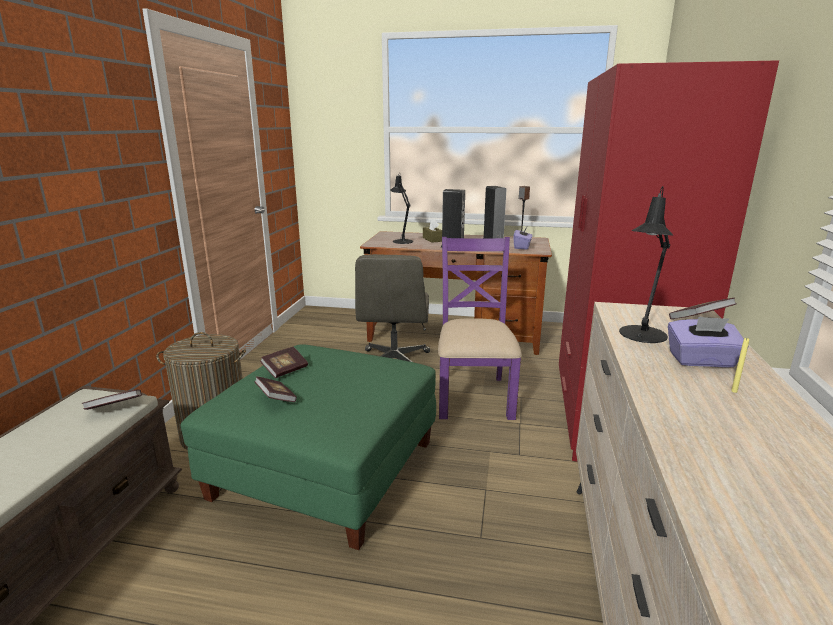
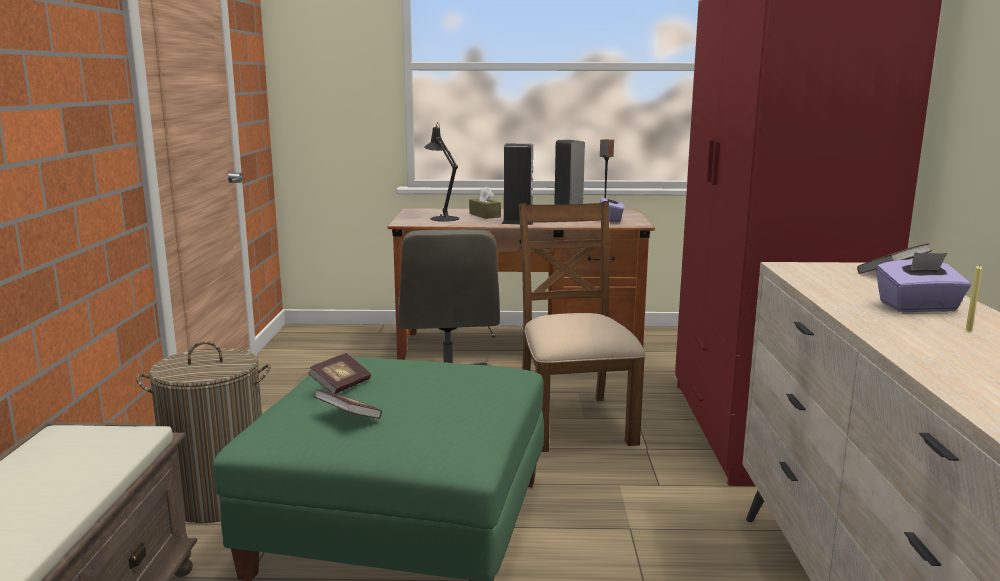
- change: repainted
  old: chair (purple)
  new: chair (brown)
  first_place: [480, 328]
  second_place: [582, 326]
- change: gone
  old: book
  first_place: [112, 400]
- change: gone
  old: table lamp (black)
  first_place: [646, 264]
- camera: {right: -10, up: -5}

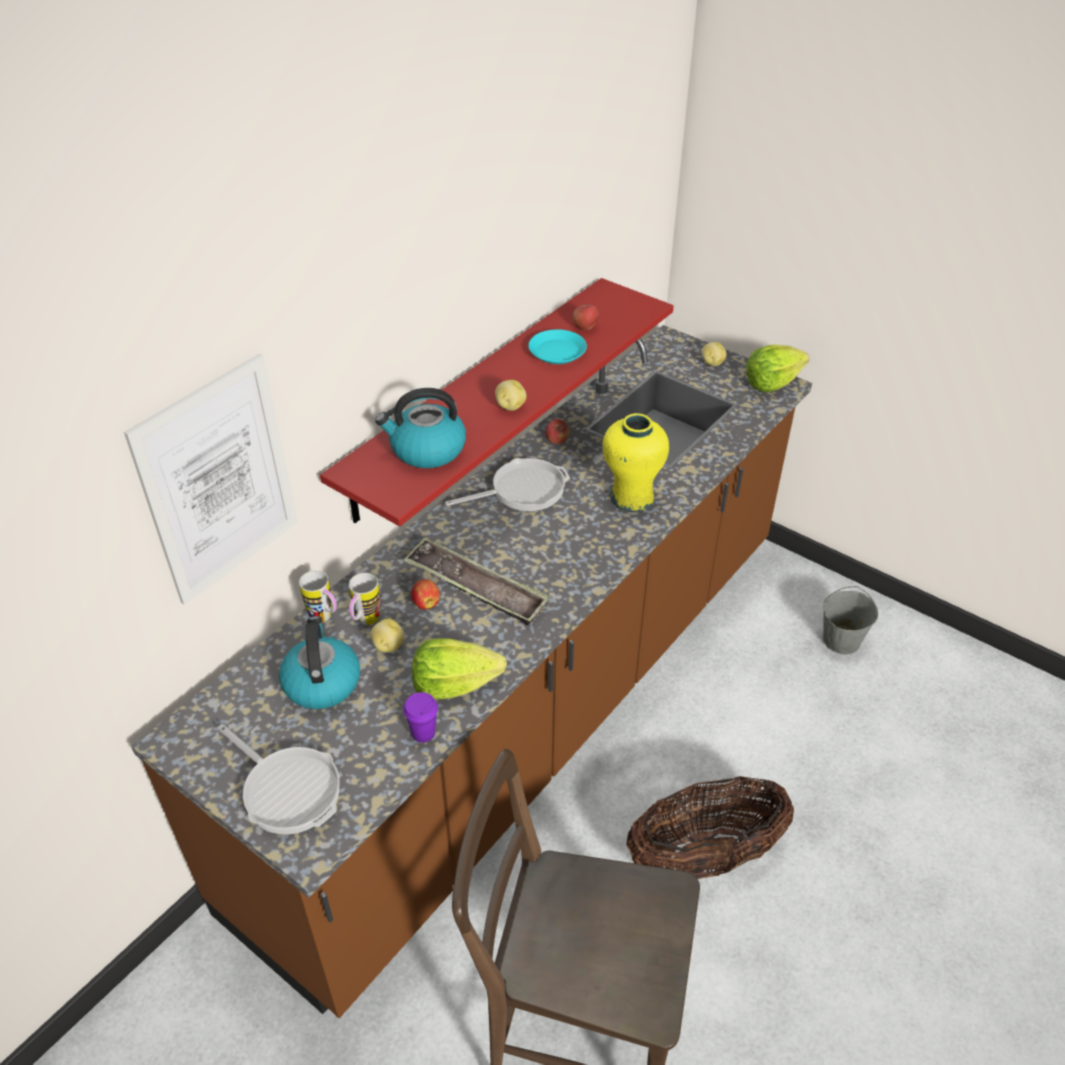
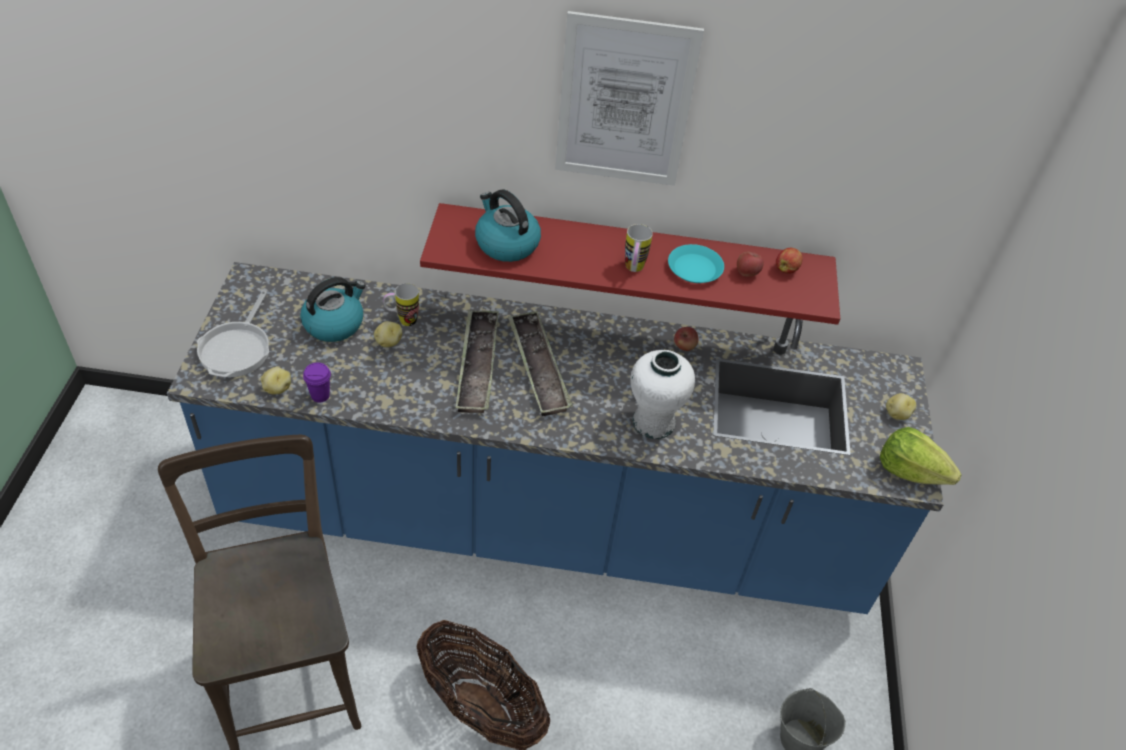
- change: repainted
  old: counter (brown)
  new: counter (blue)
  first_place: [471, 671]
  second_place: [555, 438]
- change: shifted
  old: potato
  first_place: [510, 395]
  second_place: [276, 380]
- change: new
  new: tray
  second_place: [540, 363]
- change: shifted
  old: picture
  first_place: [211, 479]
  second_place: [629, 98]
- change: shifted
  old: mug
  first_place: [318, 596]
  second_place: [639, 248]
- change: repainted
  old: vase (yellow)
  new: vase (white)
  first_place: [636, 462]
  second_place: [662, 394]
- change: shifted
  old: apple
  first_place: [425, 594]
  second_place: [789, 261]
- change: gone
  old: lettuce
  first_place: [459, 669]
- change: gone
  old: frying pan
  first_place: [507, 484]
- camera: {right: 55, up: 5}

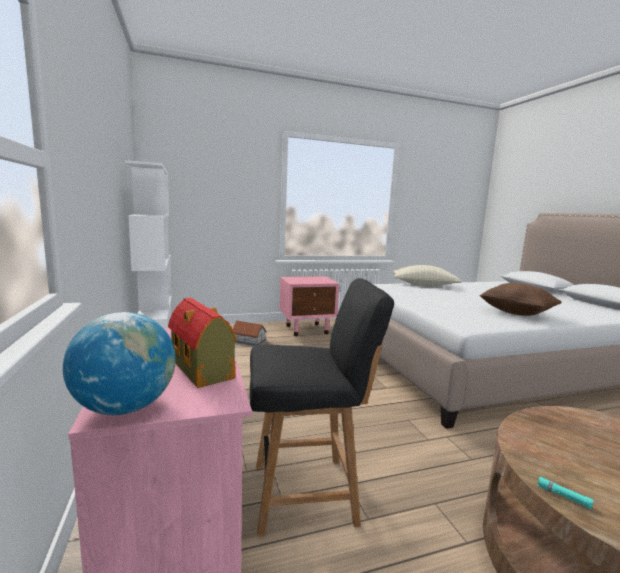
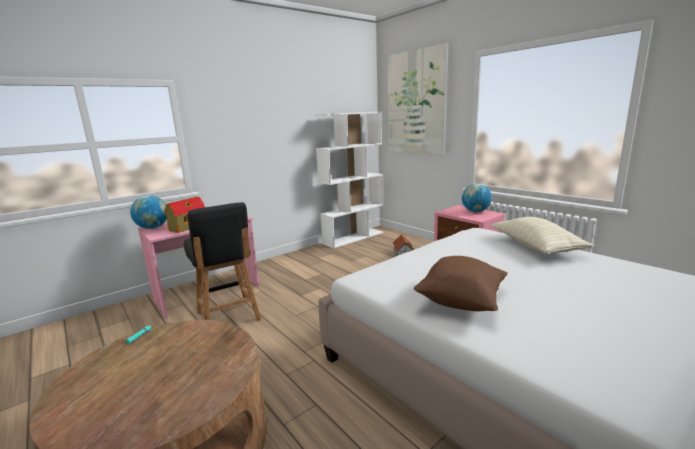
- change: new
  new: picture
  second_place: [417, 99]
- change: new
  new: globe
  second_place: [477, 198]
- camera: {right: 70, up: 5}

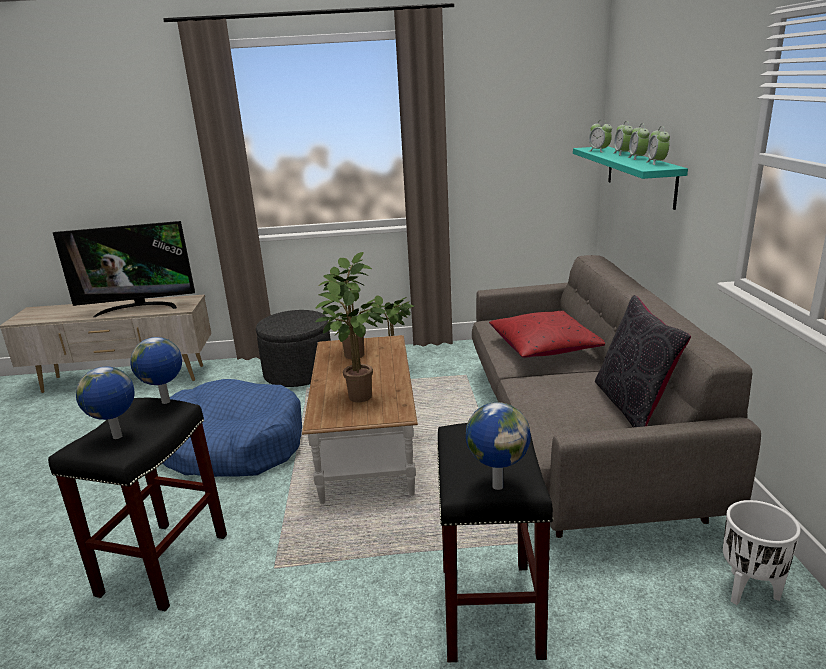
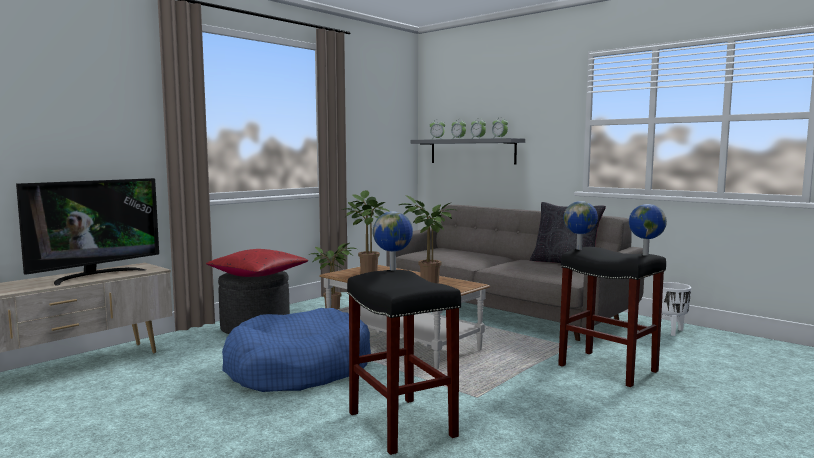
- change: shifted
  old: pillow (red)
  first_place: [547, 334]
  second_place: [257, 263]
- change: repainted
  old: shelf (turquoise)
  new: shelf (grey)
  first_place: [630, 178]
  second_place: [468, 151]
- change: shifted
  old: globe
  first_place: [105, 402]
  second_place: [580, 225]
- camera: {right: -45, up: -15}

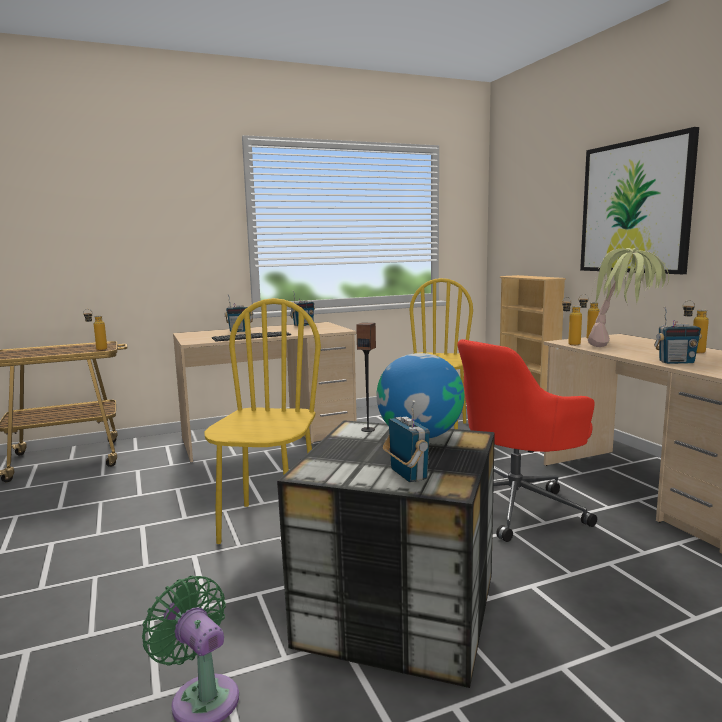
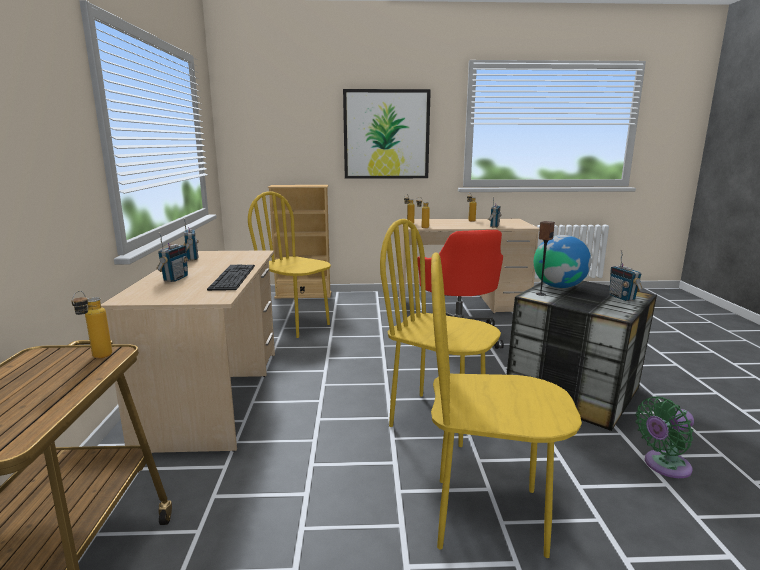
- change: new
  new: chair (yellow)
  second_place: [506, 405]
- change: rotated
  old: radio
  first_place: [406, 441]
  second_place: [626, 275]
  degrees: -105
- change: gone
  old: potted plant
  first_place: [628, 297]
- camera: {right: -70, up: 5}

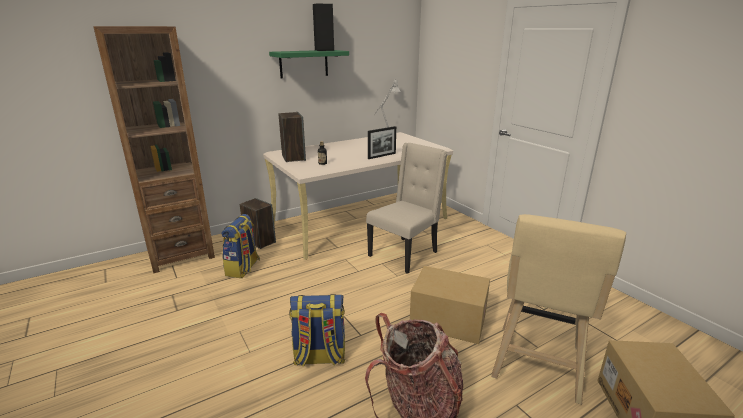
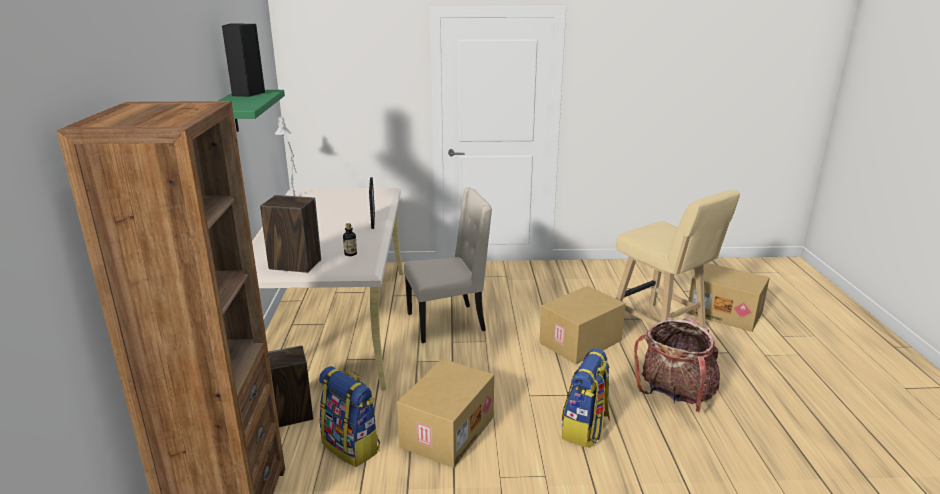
- change: new
  new: cardboard box
  second_place: [445, 413]
- change: rotated
  old: chair (beige)
  first_place: [406, 208]
  second_place: [448, 265]
  degrees: 90
- camera: {right: -60, up: 0}

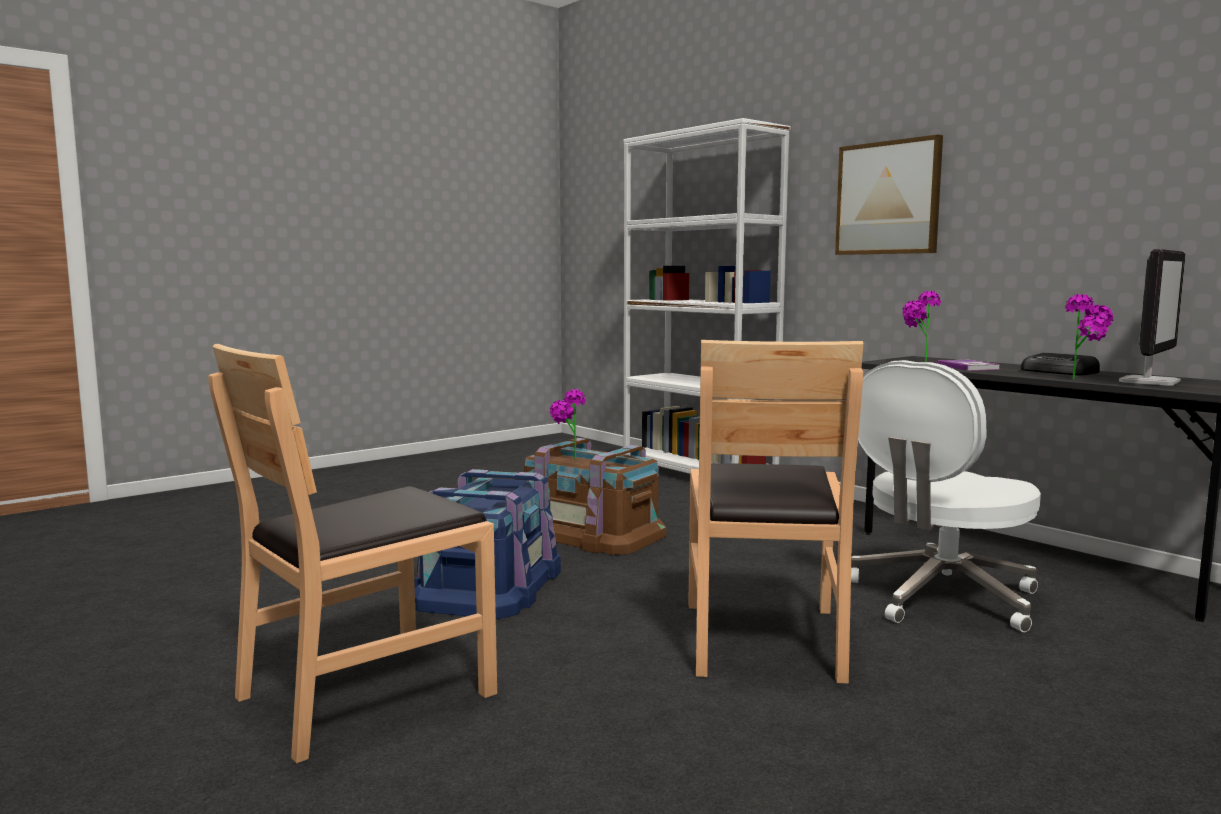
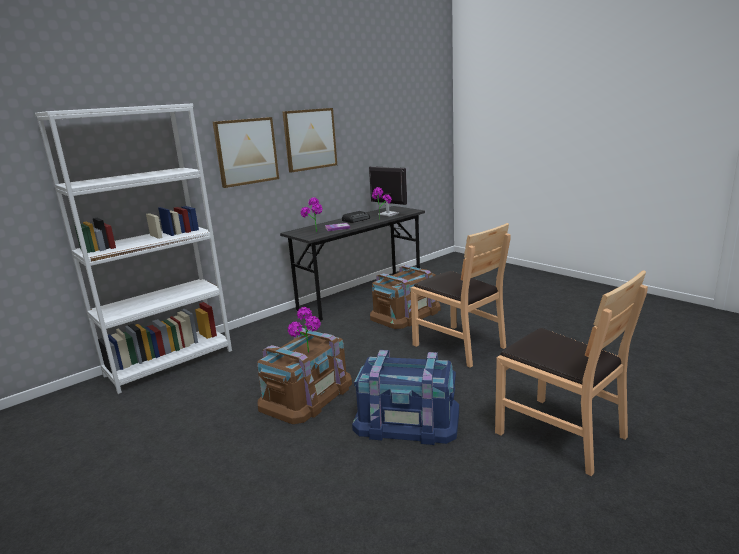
- change: new
  new: picture
  second_place: [309, 140]
- change: swapped
  old: office chair (white)
  new: storage box (brown)
  first_place: [946, 496]
  second_place: [405, 297]
- change: rotated
  old: chair (brown)
  first_place: [775, 512]
  second_place: [461, 295]
  degrees: 45
- camera: {right: -90, up: 10}

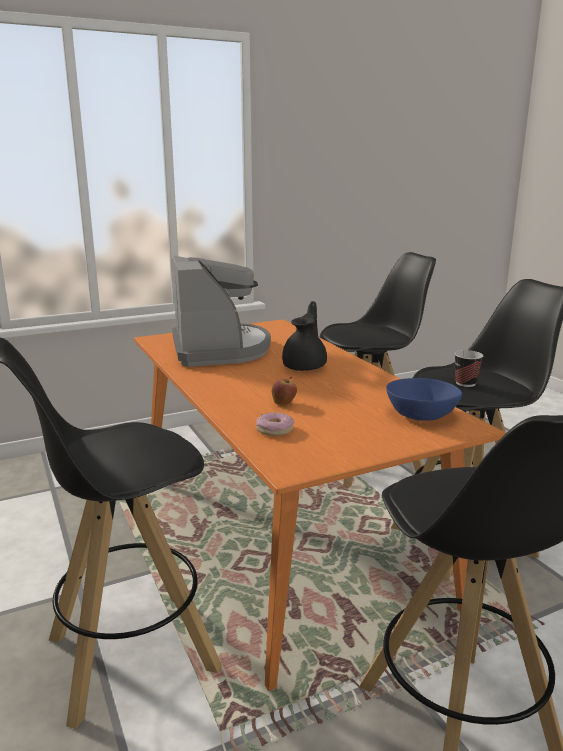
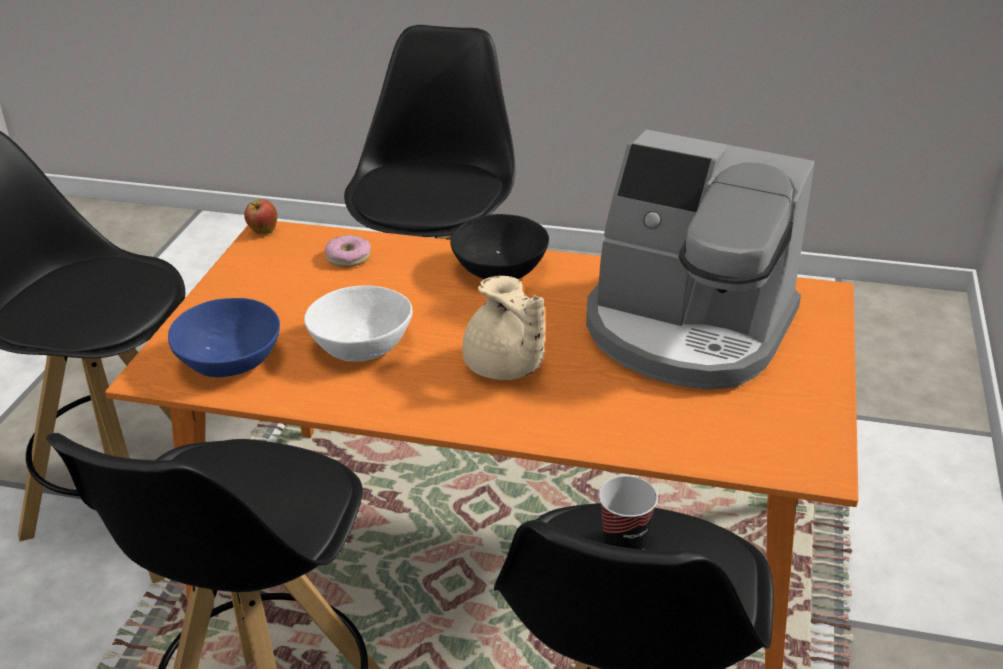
- change: shifted
  old: apple
  first_place: [284, 391]
  second_place: [260, 216]
- change: new
  new: bowl (white)
  second_place: [358, 323]
- change: new
  new: bowl (black)
  second_place: [499, 246]
- change: repainted
  old: teapot (black)
  new: teapot (beige)
  first_place: [304, 336]
  second_place: [503, 328]
- change: shifted
  old: cup
  first_place: [468, 368]
  second_place: [628, 513]
- camera: {right: 130, up: 15}

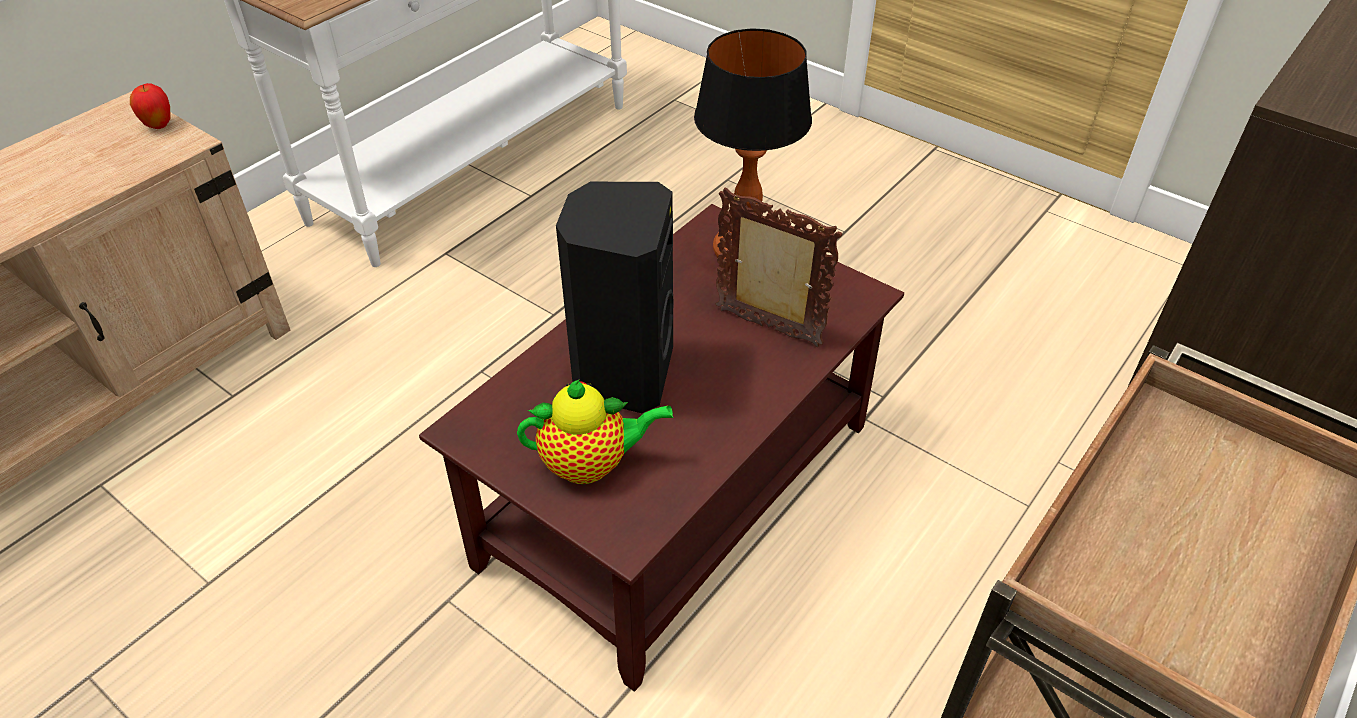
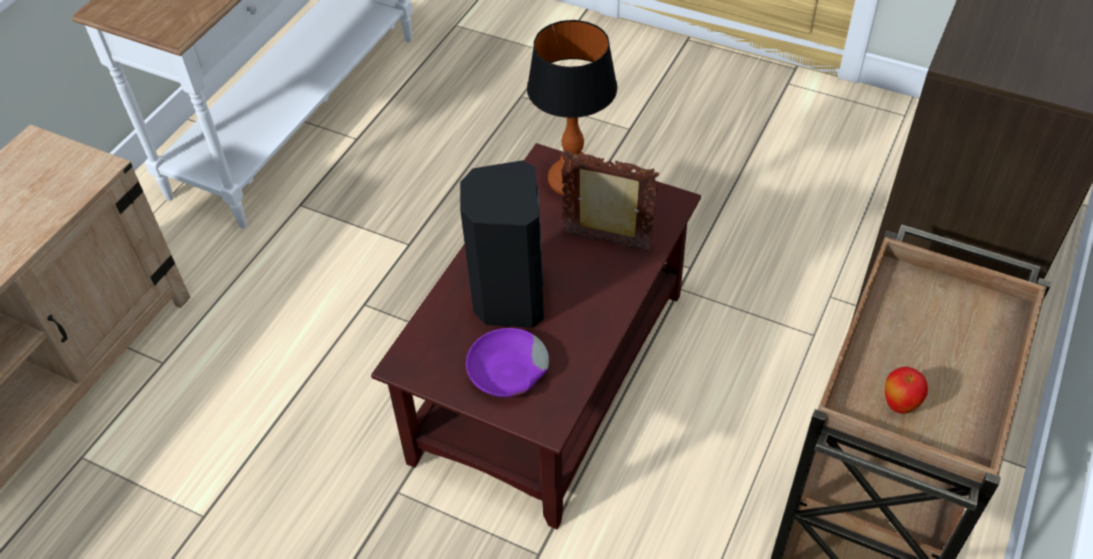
- change: swapped
  old: teapot
  new: bowl (purple)
  first_place: [595, 431]
  second_place: [507, 362]
- change: shifted
  old: apple
  first_place: [150, 106]
  second_place: [906, 390]
- camera: {right: -10, up: 5}

